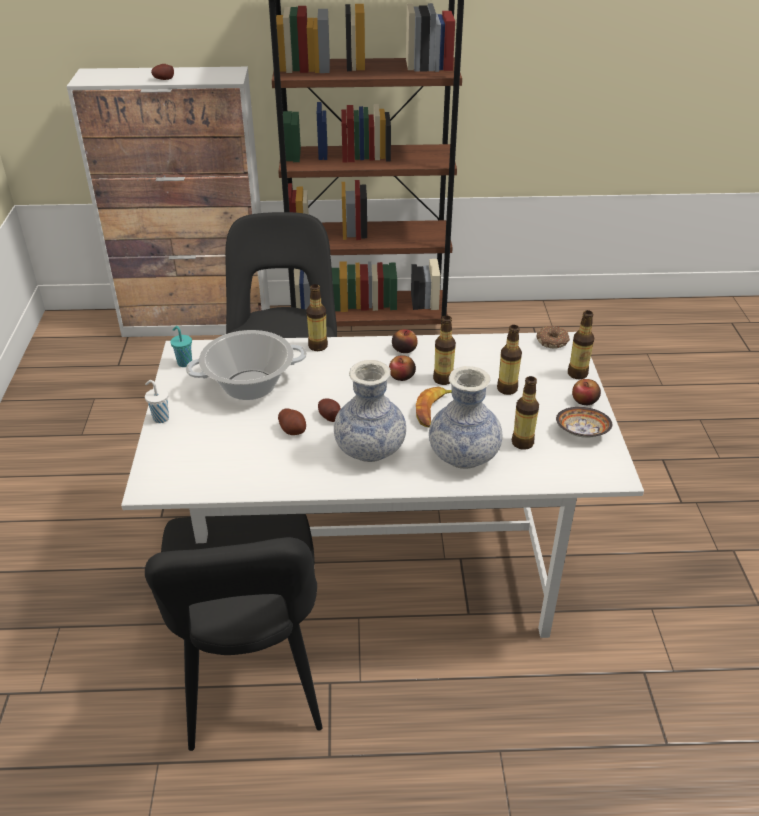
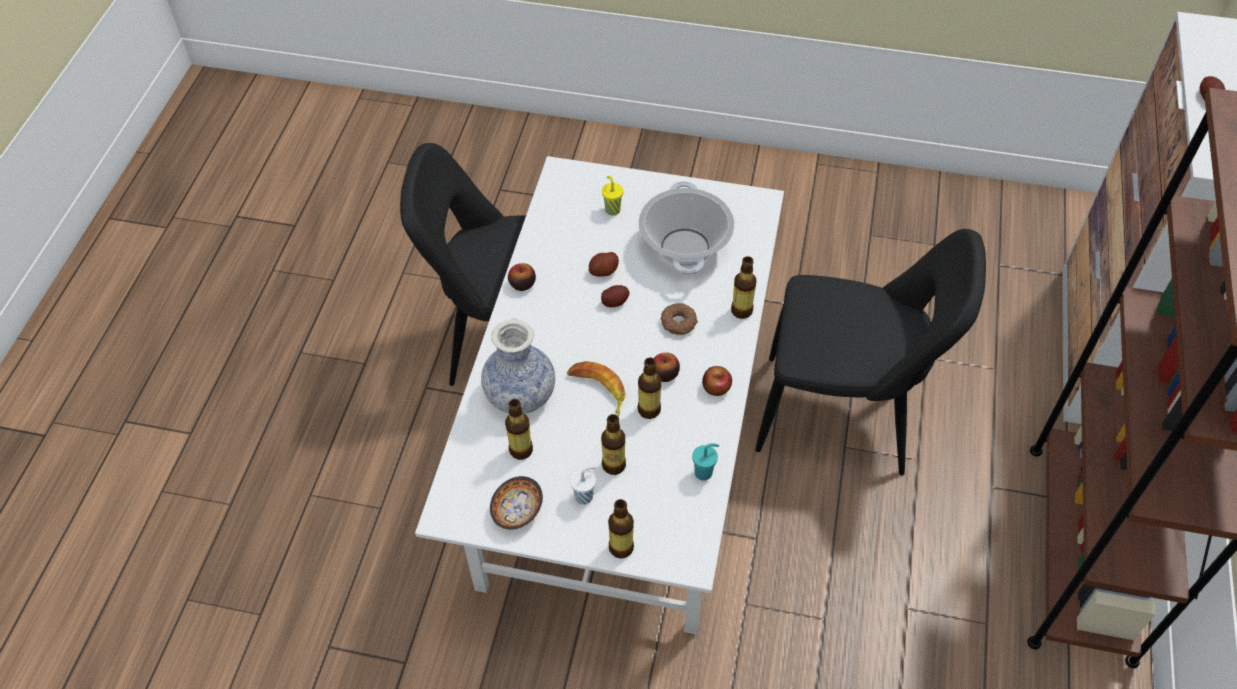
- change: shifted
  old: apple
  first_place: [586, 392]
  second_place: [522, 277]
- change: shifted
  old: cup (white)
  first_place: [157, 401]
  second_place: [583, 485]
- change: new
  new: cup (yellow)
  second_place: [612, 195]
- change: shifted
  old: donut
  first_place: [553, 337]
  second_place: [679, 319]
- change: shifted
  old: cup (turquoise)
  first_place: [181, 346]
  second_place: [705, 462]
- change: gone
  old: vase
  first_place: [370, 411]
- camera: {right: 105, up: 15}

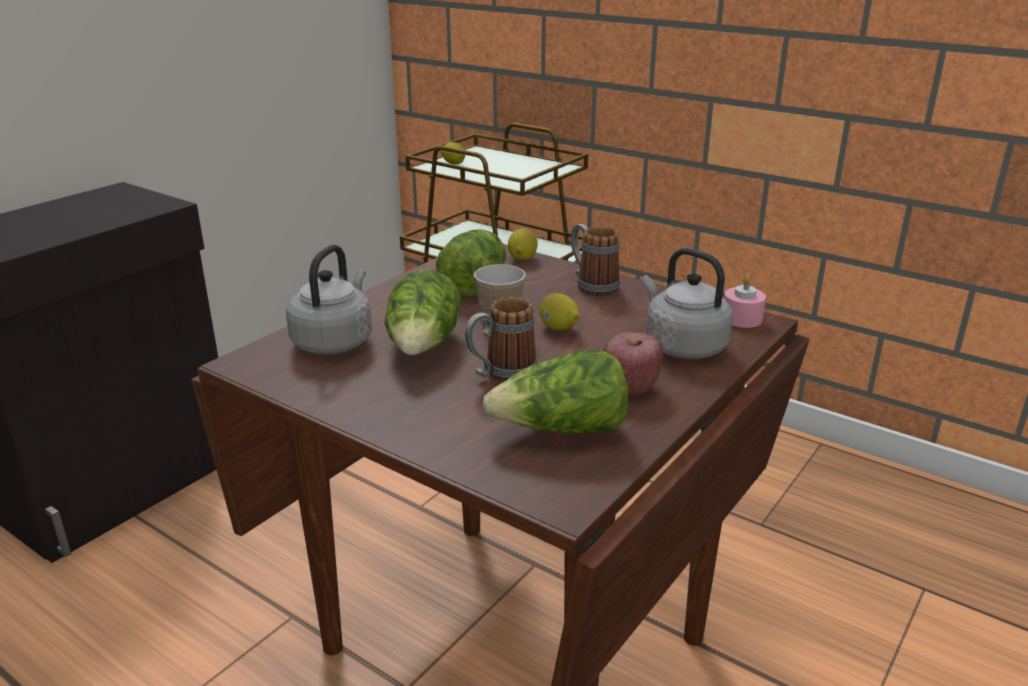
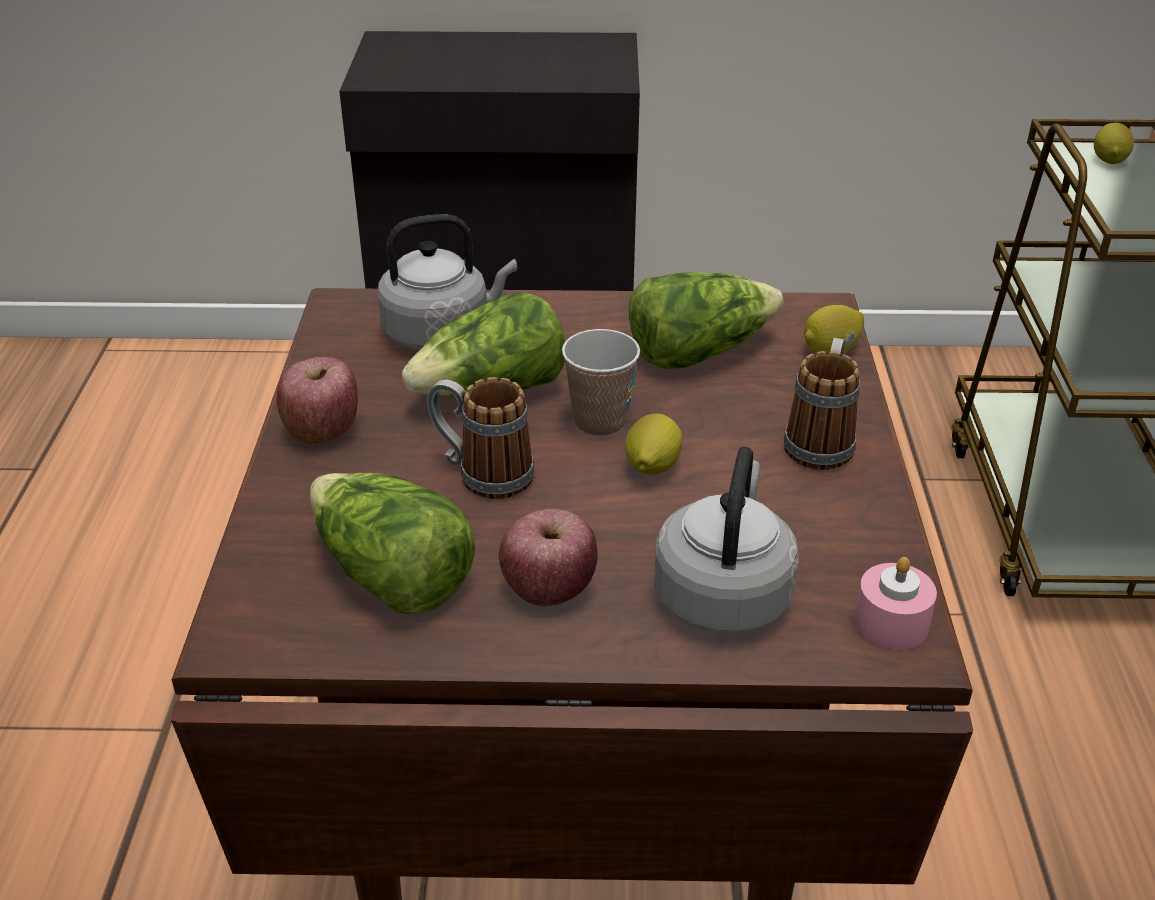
- change: new
  new: apple
  second_place: [317, 400]
- camera: {right: 55, up: 10}

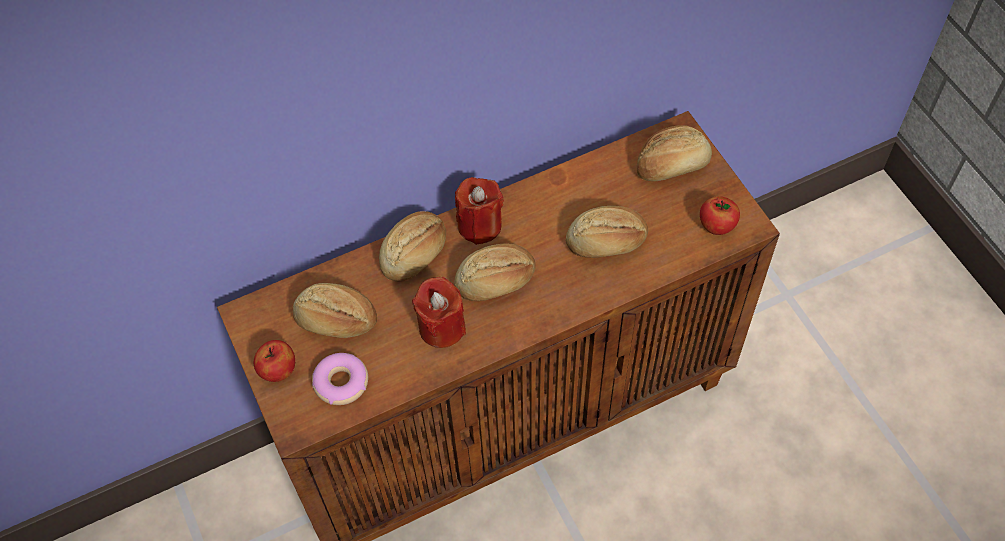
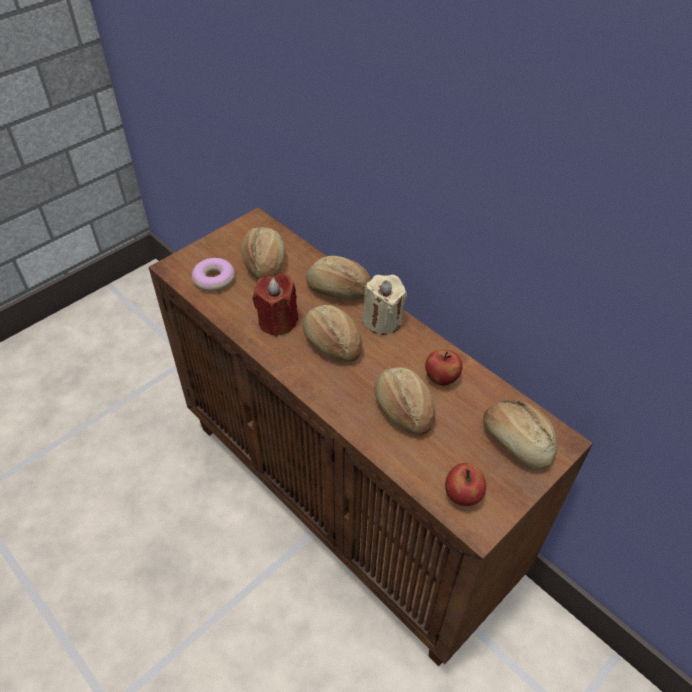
- change: repainted
  old: candle (red)
  new: candle (beige)
  first_place: [479, 211]
  second_place: [385, 305]
- change: shifted
  old: apple
  first_place: [274, 361]
  second_place: [444, 368]
- camera: {right: 70, up: -10}

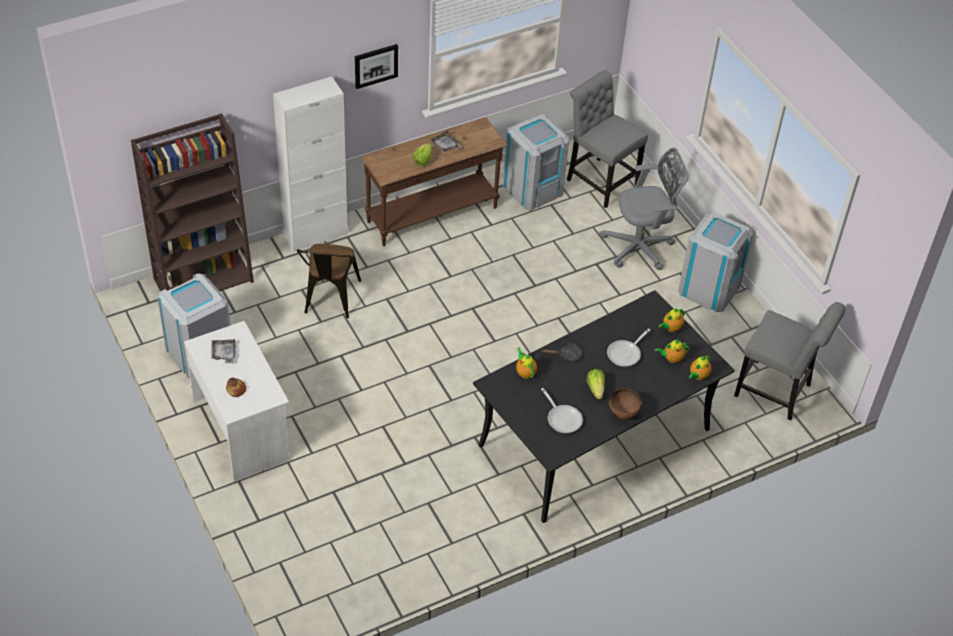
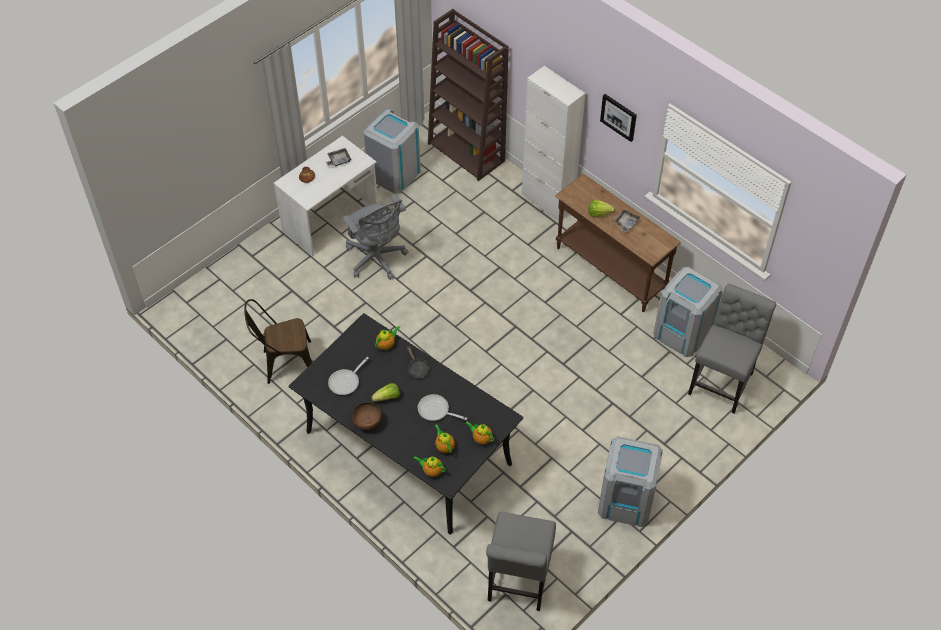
- change: shifted
  old: chair (brown)
  first_place: [329, 281]
  second_place: [278, 341]
- change: shifted
  old: office chair (grey)
  first_place: [644, 209]
  second_place: [375, 237]
- camera: {right: 75, up: 5}

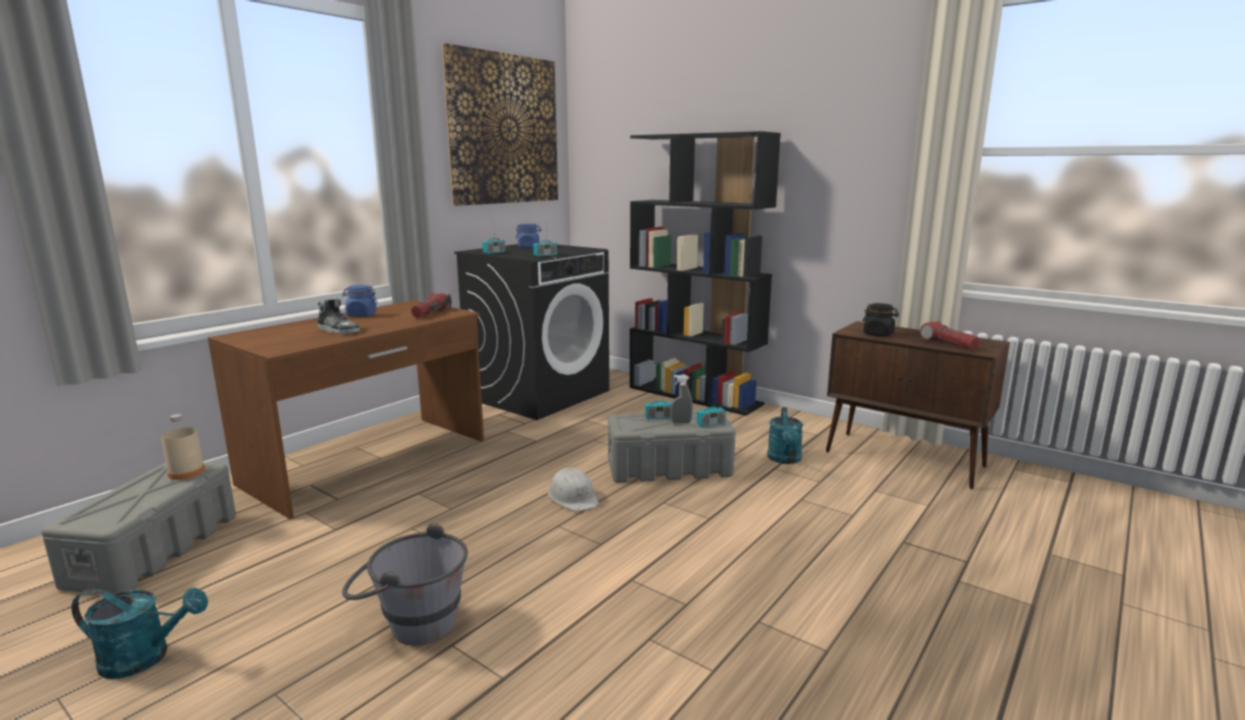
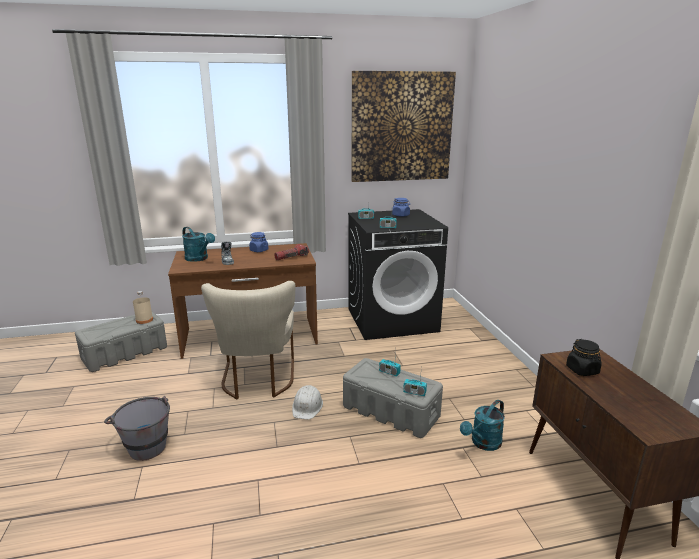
- change: shifted
  old: watering can (turquoise)
  first_place: [140, 633]
  second_place: [198, 244]
- change: new
  new: chair (beige)
  second_place: [248, 340]
- change: gone
  old: bookcase (black)
  first_place: [705, 273]
- change: gone
  old: spray bottle (grey)
  first_place: [681, 399]
- change: gone
  old: flashlight
  first_place: [950, 335]
- camera: {right: 40, up: 5}

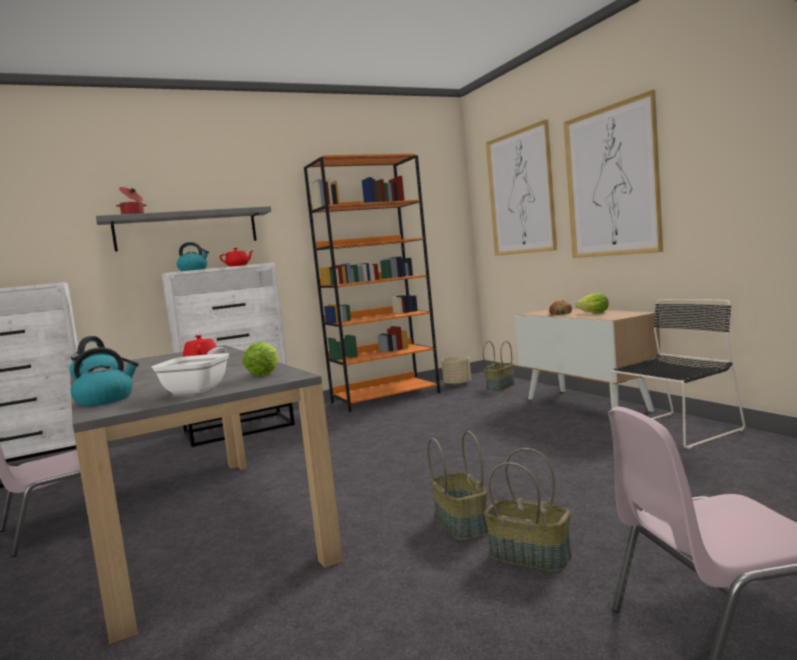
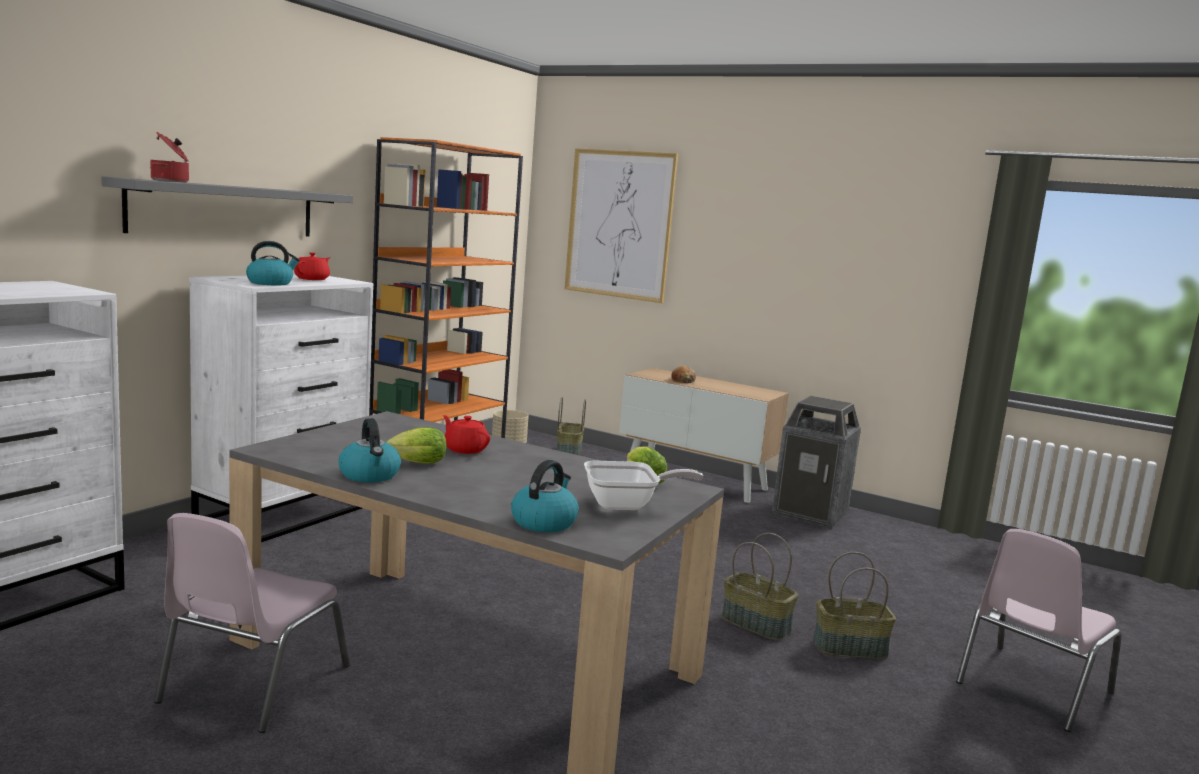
- change: shifted
  old: lettuce
  first_place: [592, 303]
  second_place: [416, 445]
- change: rotated
  old: frying pan
  first_place: [190, 371]
  second_place: [643, 485]
  degrees: 105
- change: swapped
  old: chair (black)
  new: trash can
  first_place: [677, 374]
  second_place: [816, 462]
- change: gone
  old: picture
  first_place: [613, 174]
- camera: {right: -35, up: 5}

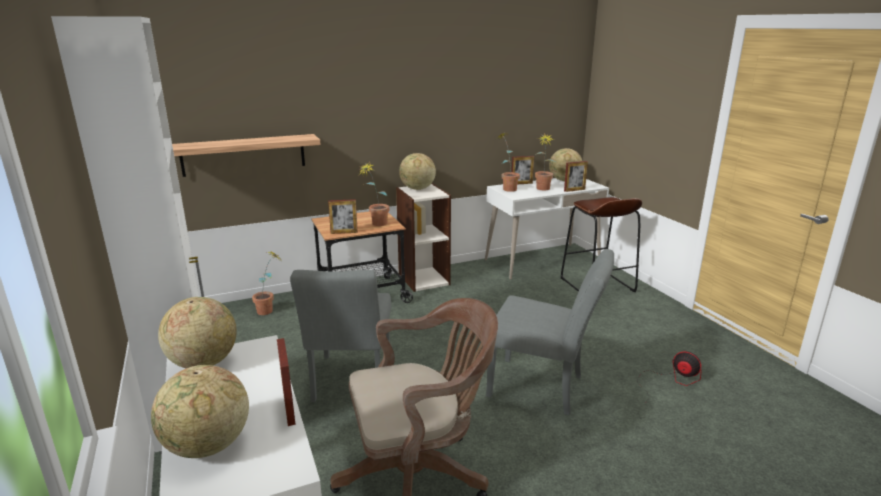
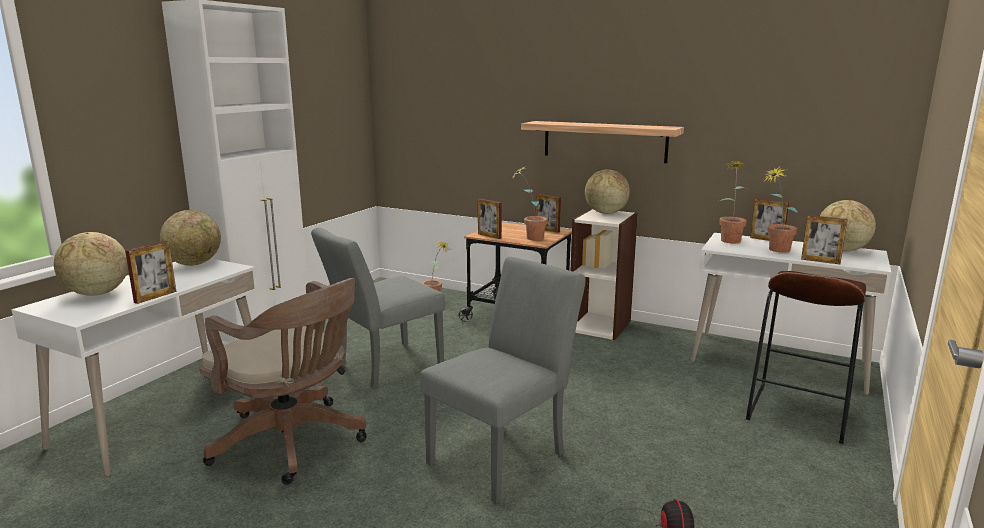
- change: rotated
  old: chair (grey)
  first_place: [550, 332]
  second_place: [503, 380]
  degrees: -120
- change: shifted
  old: shelf
  first_place: [246, 155]
  second_place: [602, 142]
- change: new
  new: picture frame
  second_place: [548, 213]
- camera: {right: 50, up: -5}

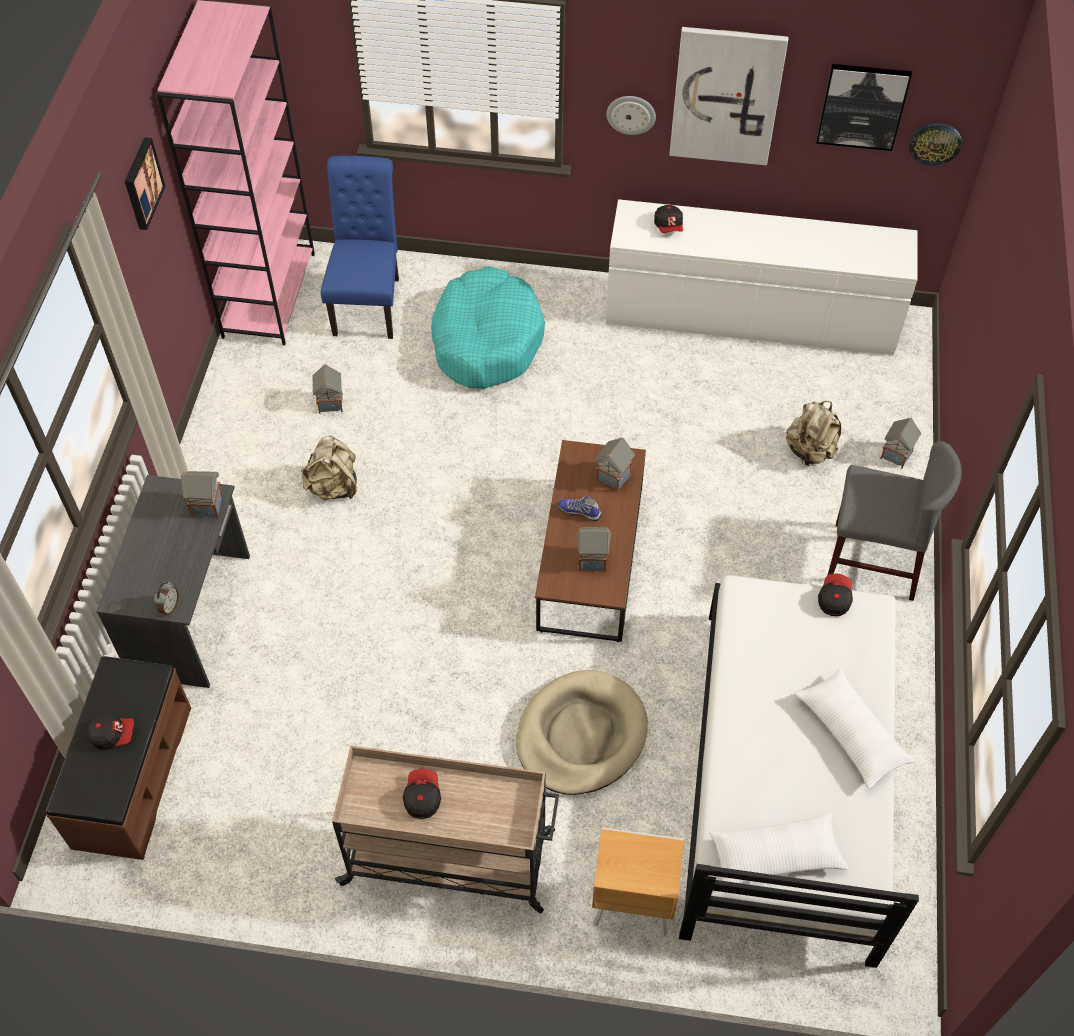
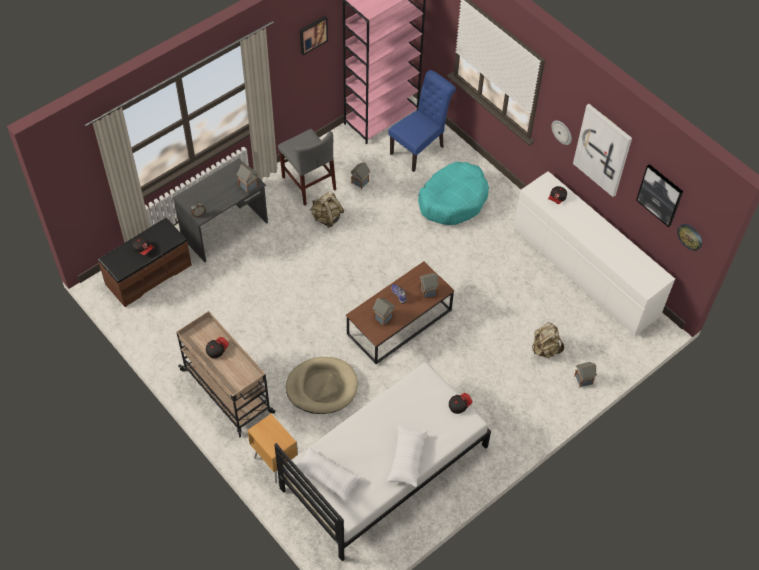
- change: shifted
  old: chair (grey)
  first_place: [895, 521]
  second_place: [307, 167]
- camera: {right: 40, up: 0}

